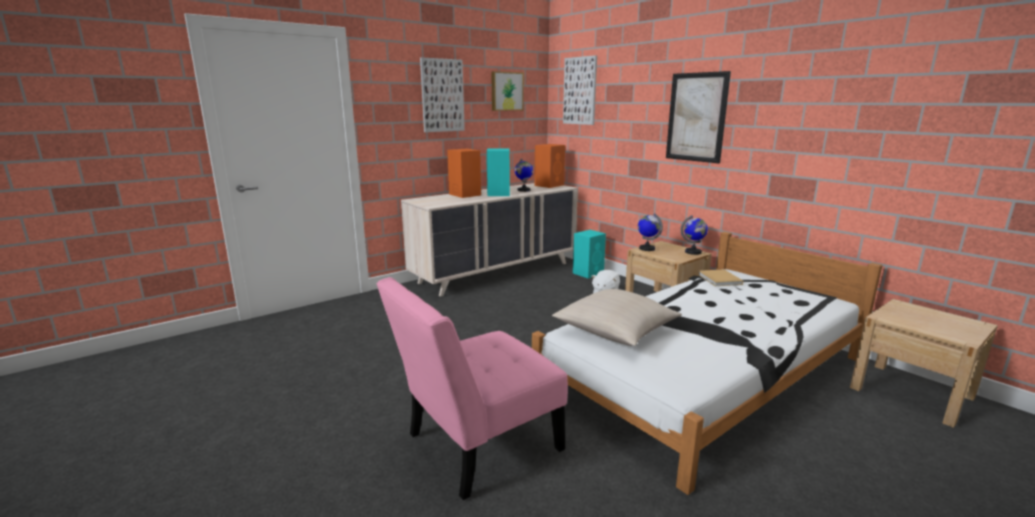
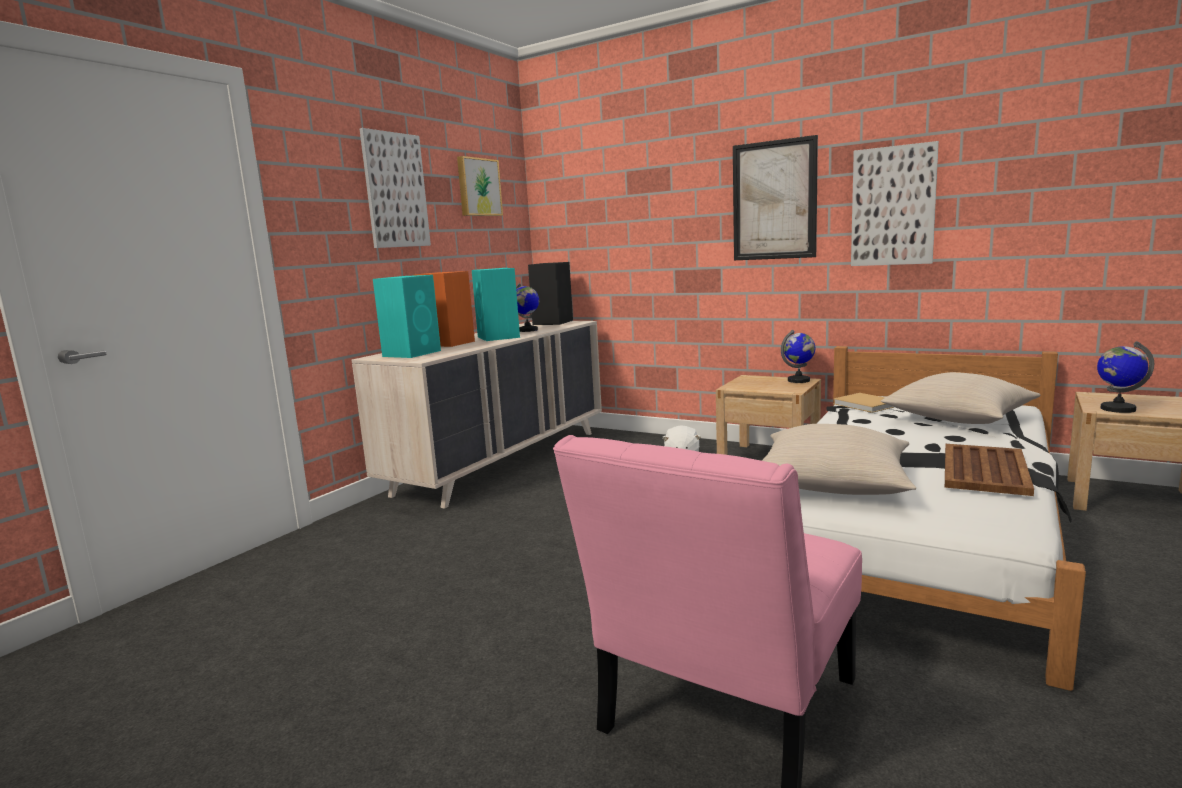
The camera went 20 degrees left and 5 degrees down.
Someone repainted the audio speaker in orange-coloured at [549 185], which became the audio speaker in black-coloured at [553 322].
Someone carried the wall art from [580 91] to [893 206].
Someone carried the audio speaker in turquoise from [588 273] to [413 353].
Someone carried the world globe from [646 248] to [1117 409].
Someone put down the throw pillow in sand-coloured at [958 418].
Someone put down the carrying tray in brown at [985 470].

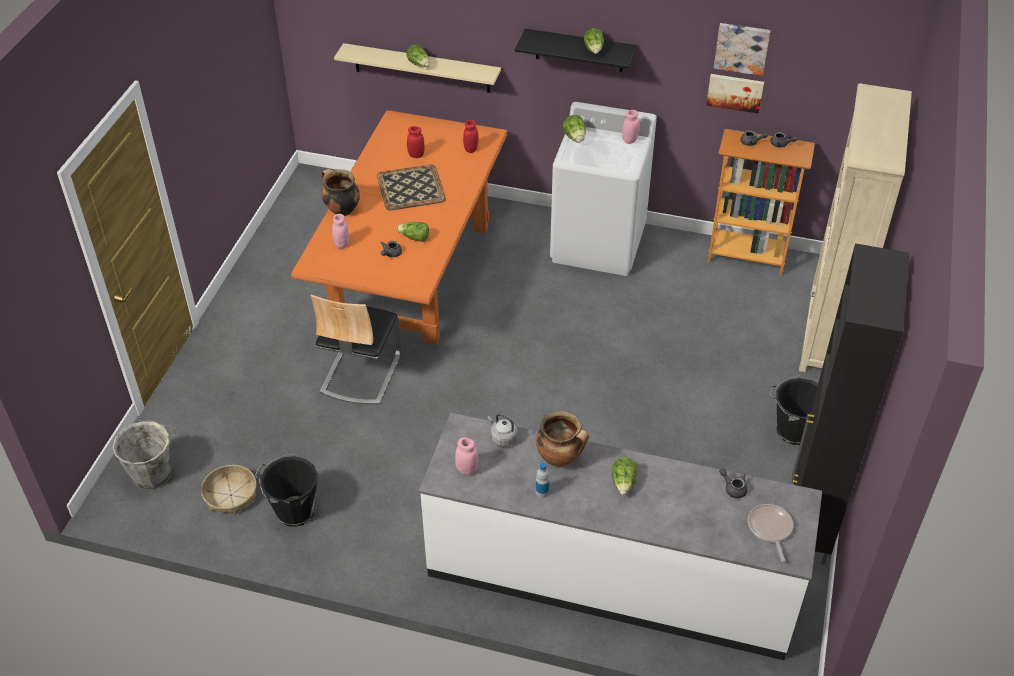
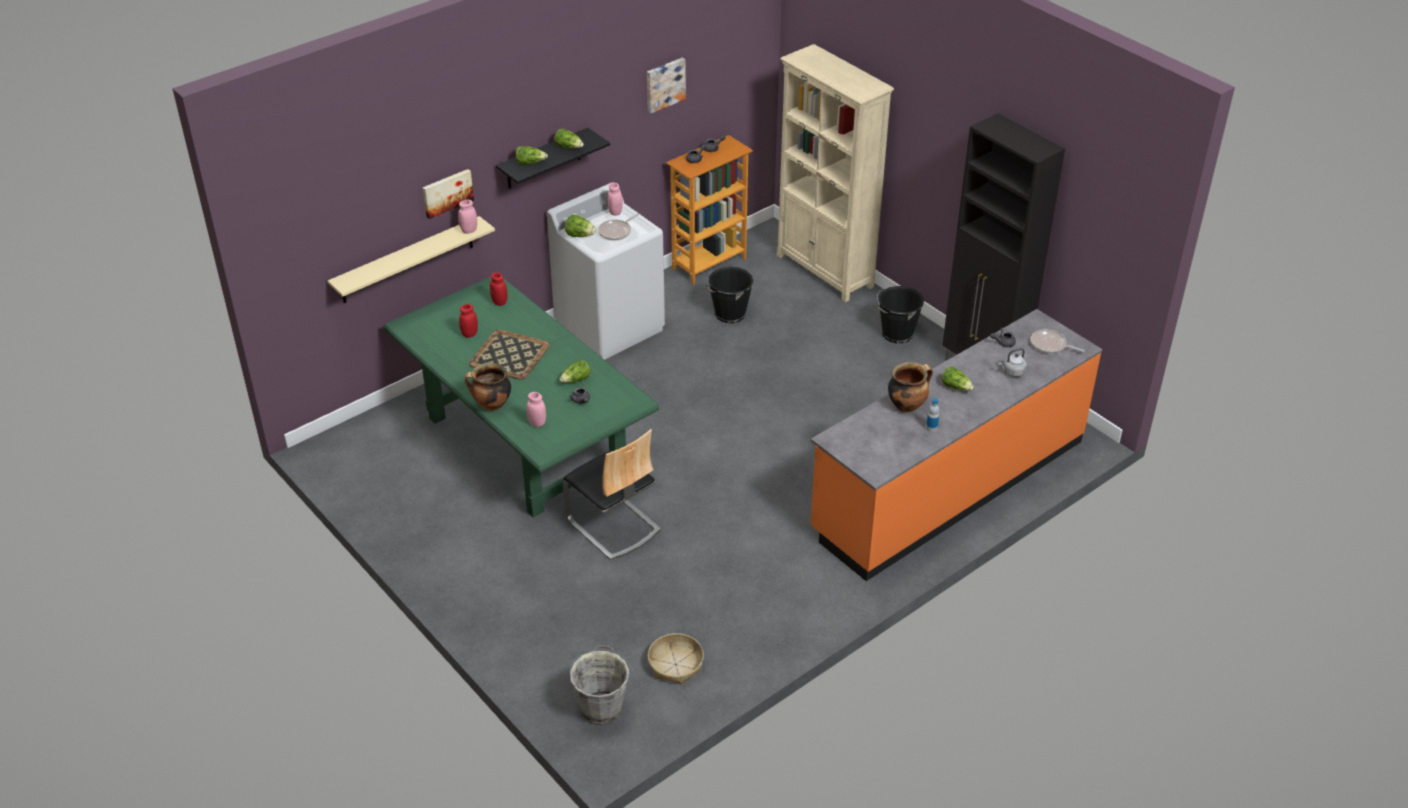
The camera went 55 degrees left and 5 degrees down.
Someone carried the bucket in black-coloured from [293 510] to [729 314].
Someone repainted the kitchen table in orange-coloured at [412 274], which became the kitchen table in green-coloured at [527 442].
Someone carried the lettuce from [419 64] to [530 163].
Someone repainted the kitchen base unit in white at [611 577], which became the kitchen base unit in orange-coloured at [948 486].
Someone carried the storage jar in pink from [467 469] to [469 230].
Someone carried the kettle in gray from [502 438] to [1012 372].
Someone carried the wall art from [735 92] to [447 192].
Someone put down the frying pan at [616 231].

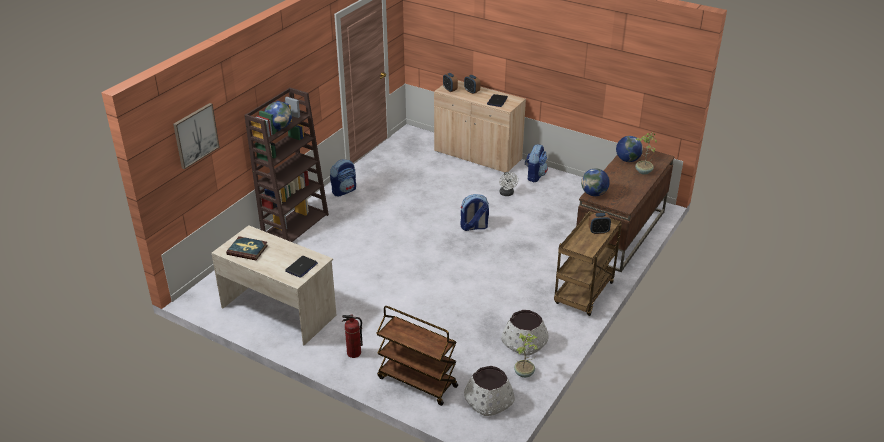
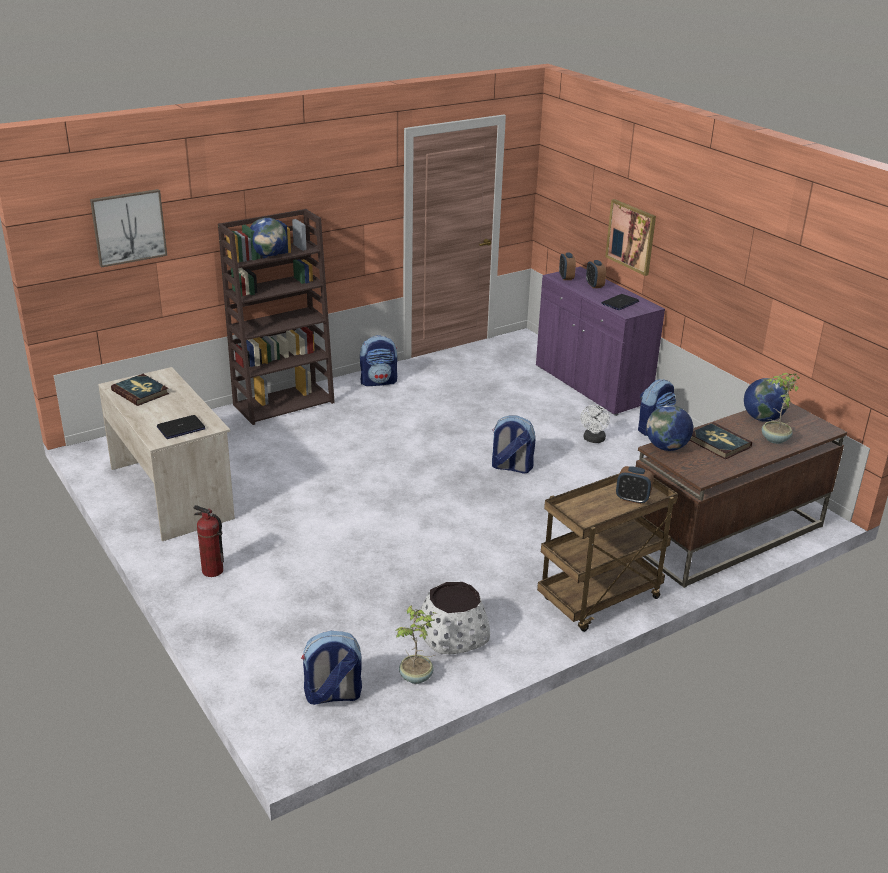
The camera went 25 degrees right and 5 degrees down.
Someone took away the wheeled cart in brown at [416 382].
Someone repainted the cupboard in sand-coloured at [477 155], which became the cupboard in purplish at [591 385].
Someone swapped the flower pot in white at [489 400] for the backpack at [332 695].
Someone put up the wall art at [631 236].
Someone put down the bound book at [718 443].

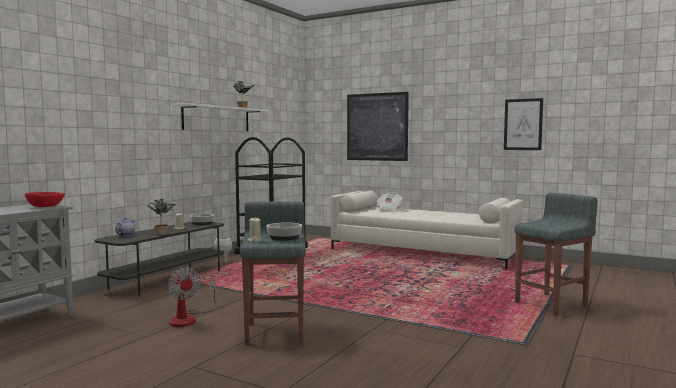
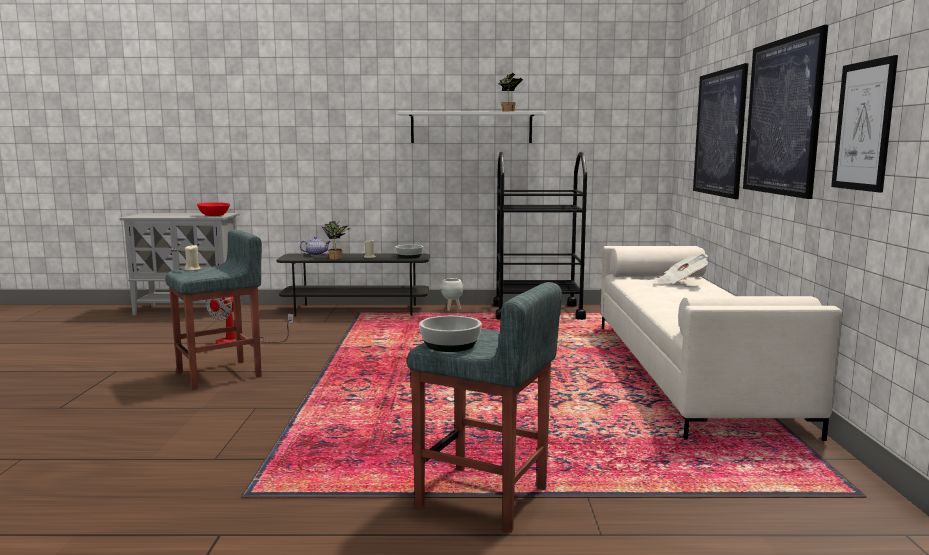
The camera went 60 degrees right and 5 degrees up.
Someone carried the bowl from [284 238] to [451 345].
Someone put up the wall art at [782 117].

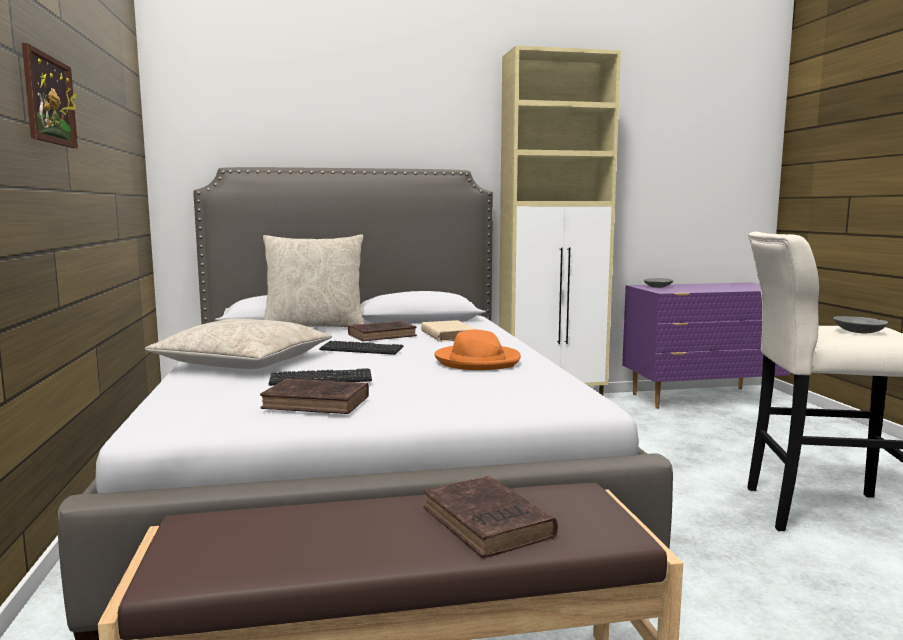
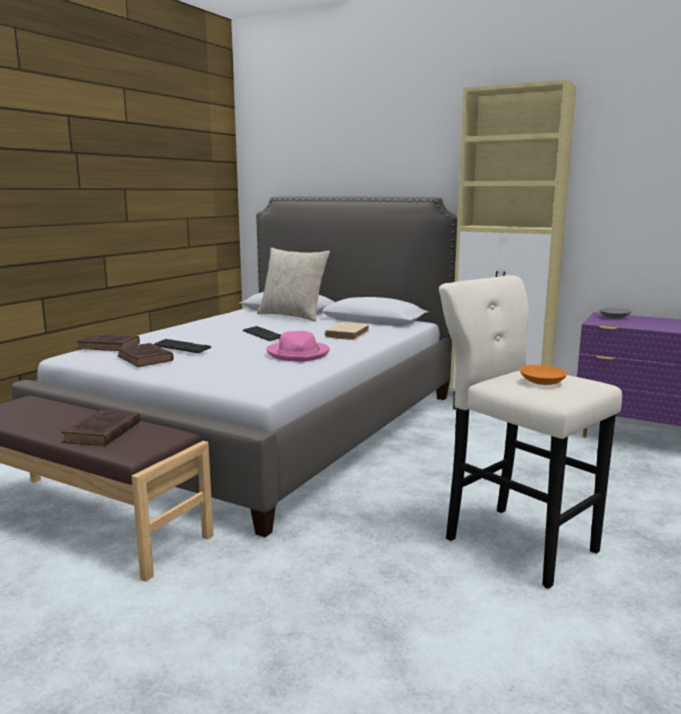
The camera went 40 degrees right and 5 degrees up.
Someone took away the wall art at [49 100].
Someone took away the throw pillow in sand-coloured at [244 362].
Someone carried the bound book in brown from [384 335] to [110 346].
Someone repainted the hat in orange-coloured at [477 361], which became the hat in pink at [298 354].
Someone repainted the bowl in gray at [859 332], which became the bowl in orange-coloured at [542 382].

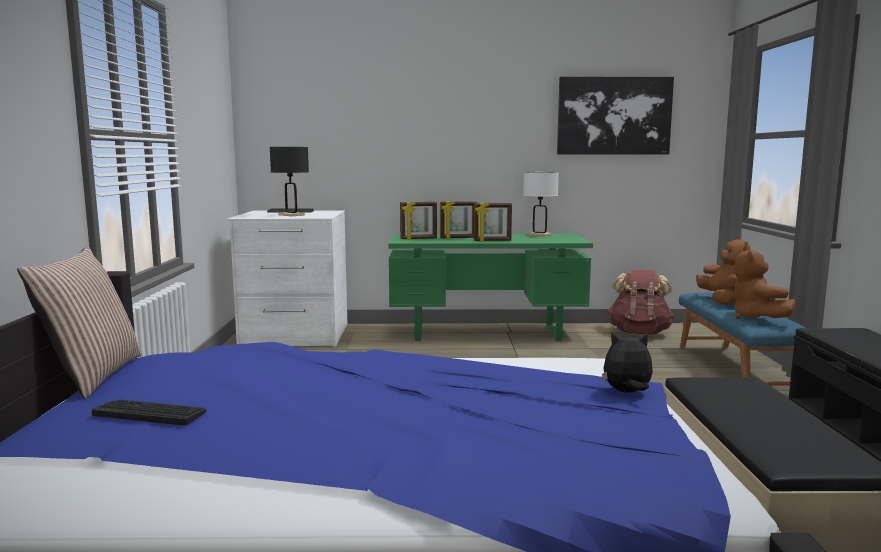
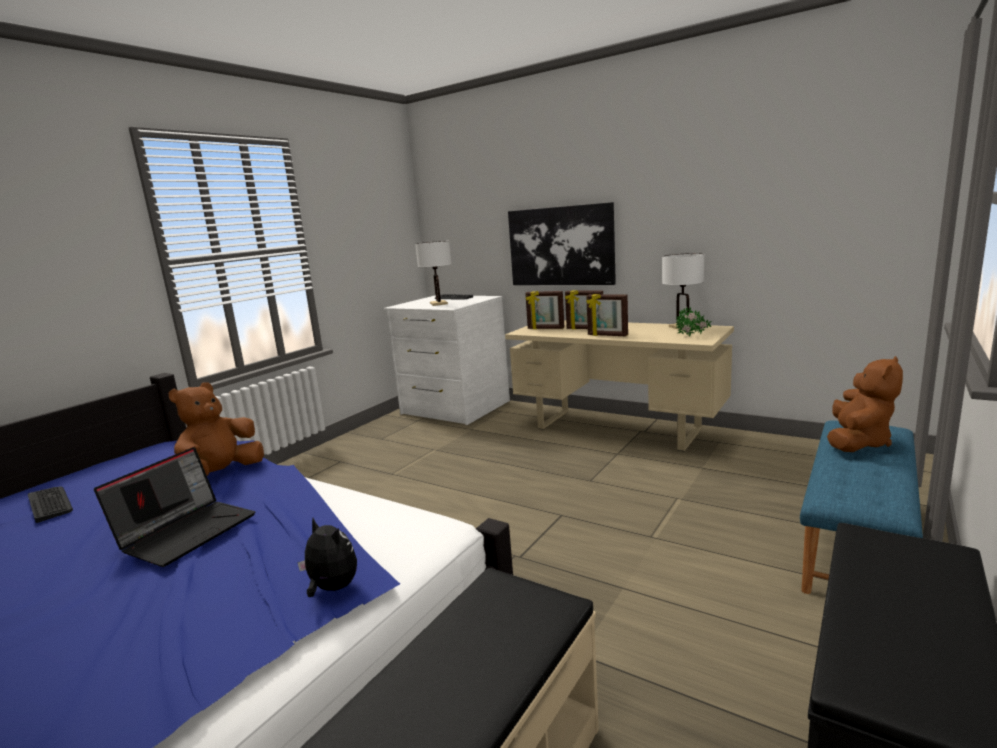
The camera went 35 degrees right and 5 degrees up.
Someone took away the throw pillow at [92 375].
Someone repainted the table lamp in black-coloured at [291 215], which became the table lamp in white at [438 303].
Someone repainted the desk unit in green-coloured at [486 333], which became the desk unit in sand-coloured at [618 429].
Someone carried the wall art from [614 116] to [561 246].
Someone took away the backpack in brown at [639 333].
Someone carried the plush toy in brown from [756 318] to [221 475].
Someone put down the laptop at [187 531].
Someone put down the plant in a pot at [693 336].

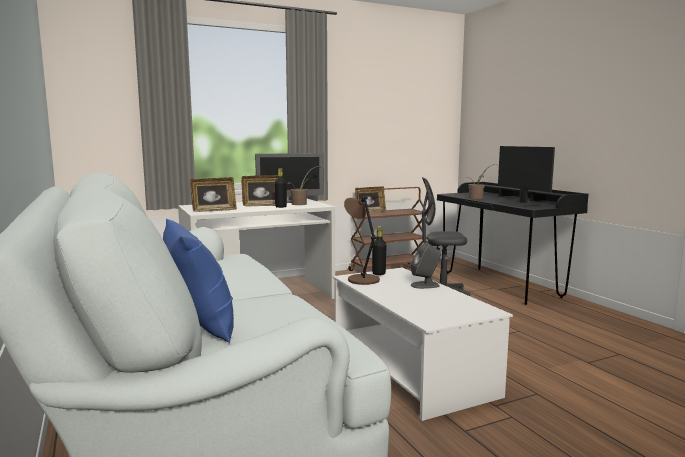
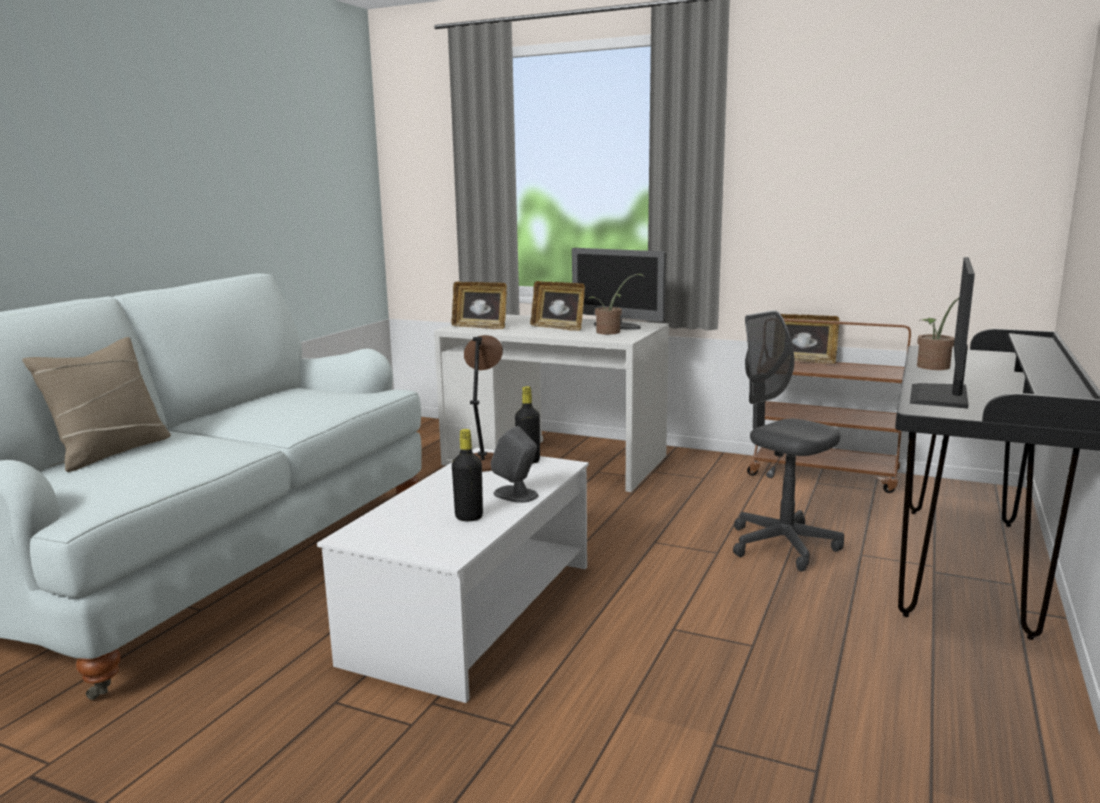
The camera went 50 degrees right and 5 degrees up.
Someone repainted the throw pillow in blue-coloured at [201 325], which became the throw pillow in sand-coloured at [111 452].
Someone carried the bottle in black-coloured from [281 207] to [469 517].

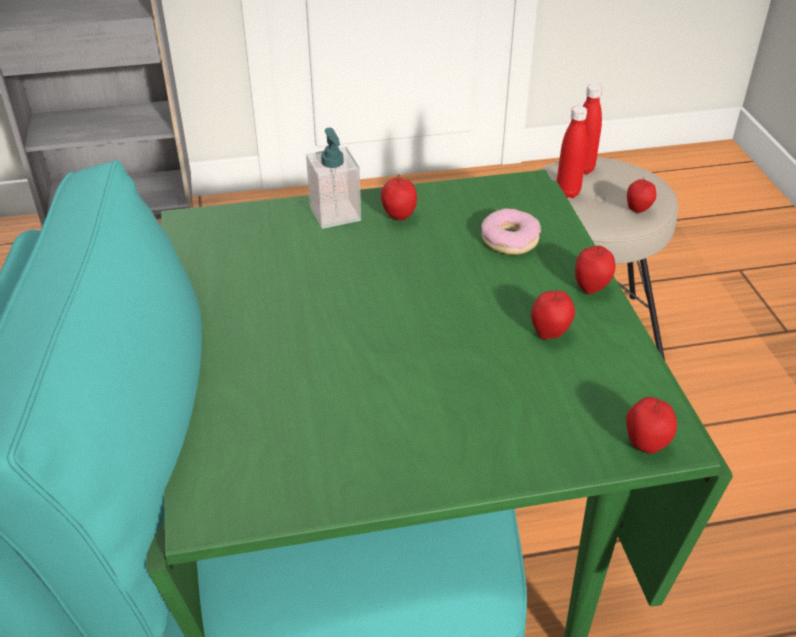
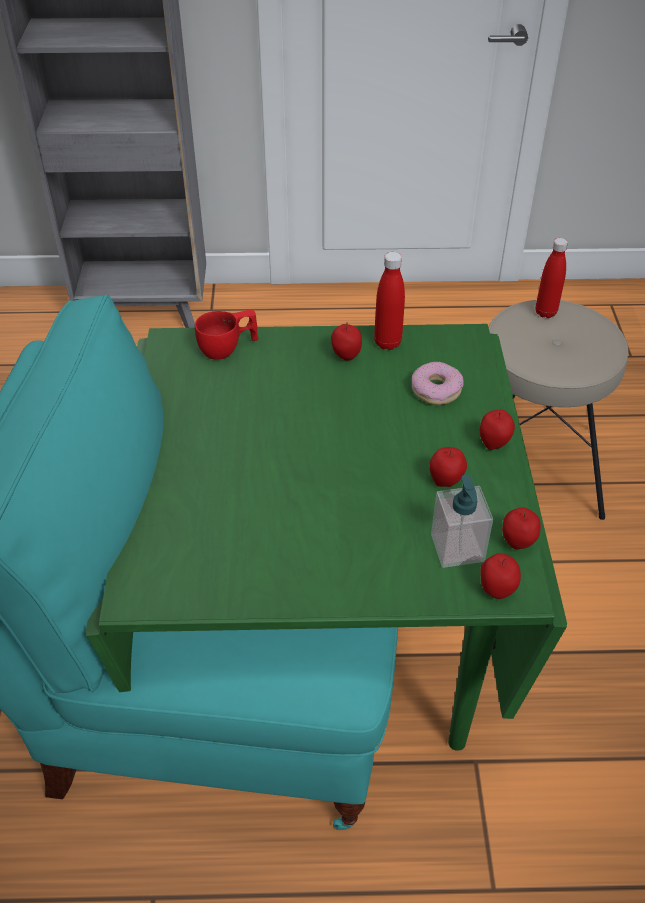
The camera went 10 degrees right and 5 degrees up.
Someone carried the soap bottle from [335 214] to [457 548].
Someone carried the bottle in reddish from [567 193] to [387 343].
Someone carried the apple from [638 210] to [517 543].
Someone put down the drinking cup in reddish at [228 348].

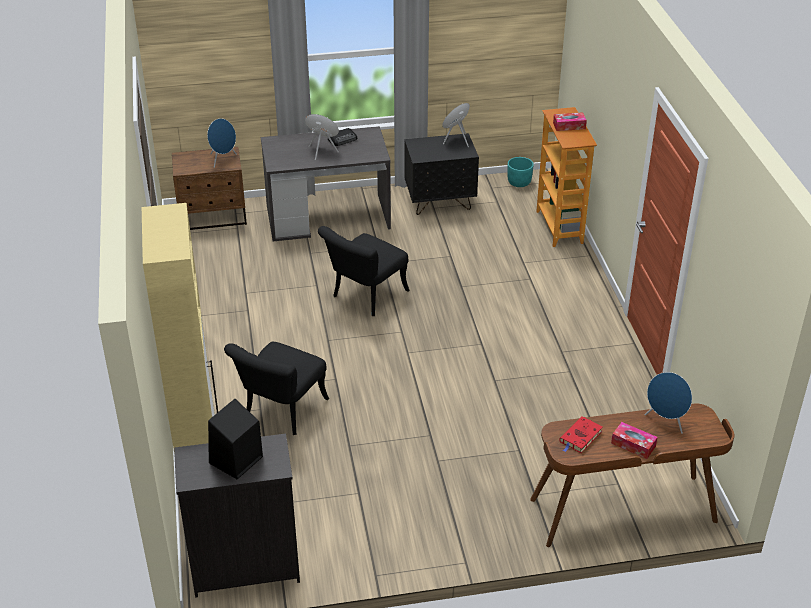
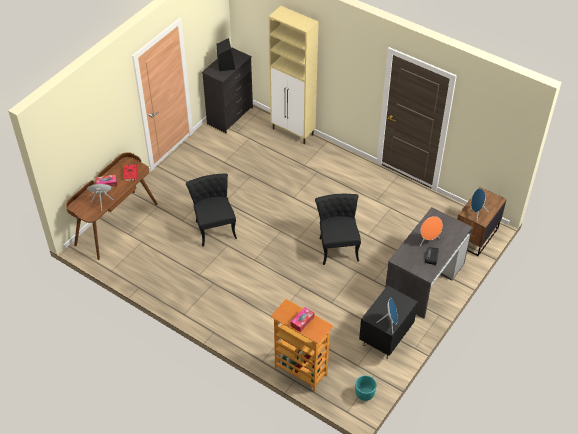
The camera went 135 degrees right and 10 degrees up.
Someone carried the plain chair in black-coloured from [281 413] to [214 226].

